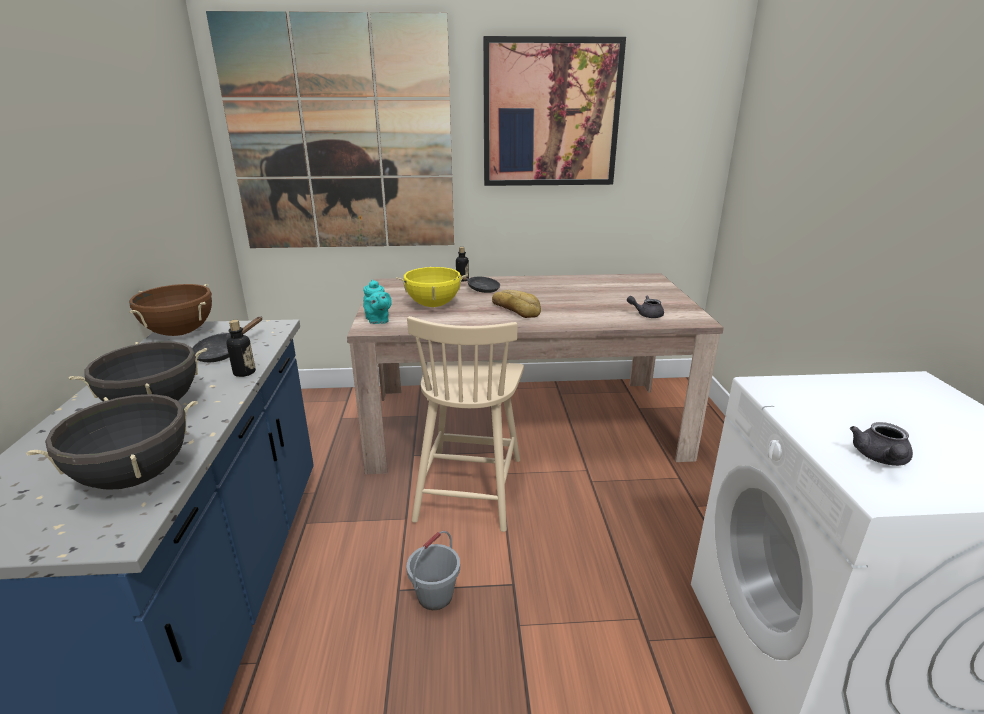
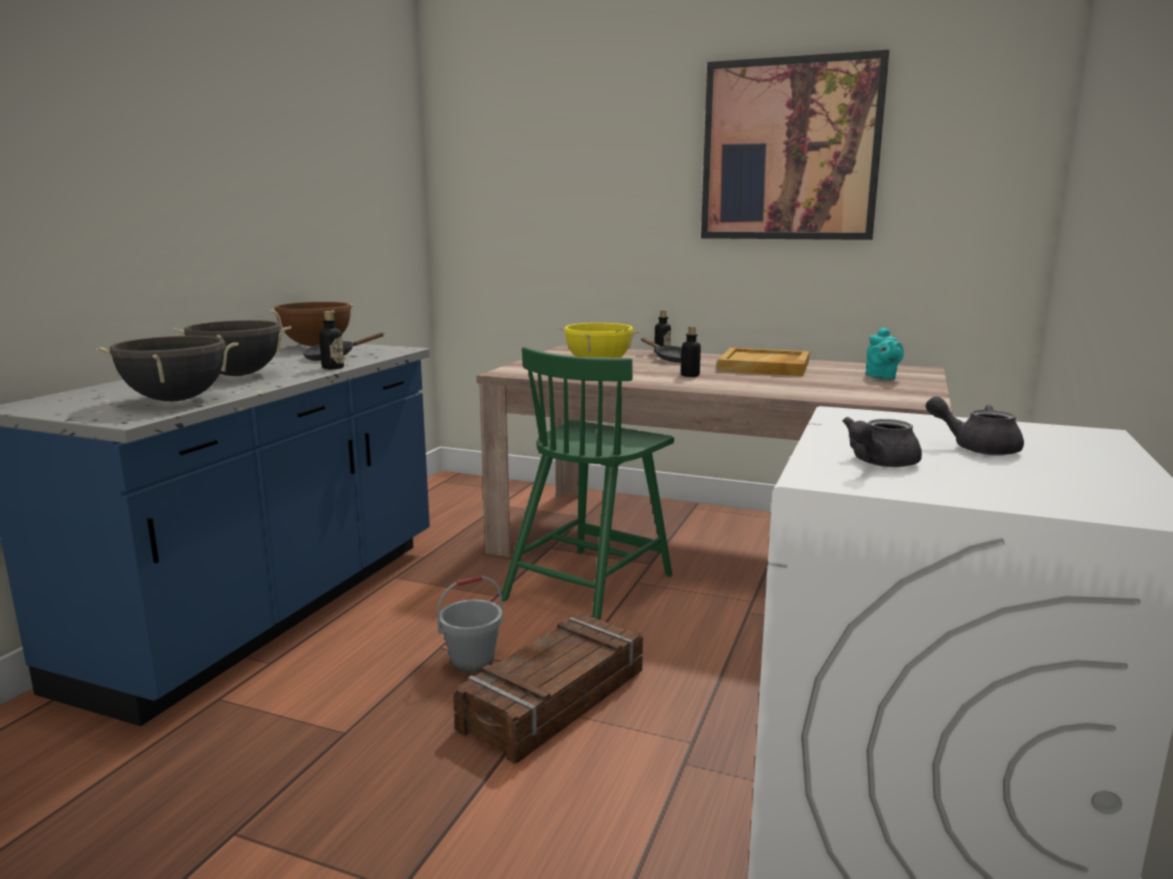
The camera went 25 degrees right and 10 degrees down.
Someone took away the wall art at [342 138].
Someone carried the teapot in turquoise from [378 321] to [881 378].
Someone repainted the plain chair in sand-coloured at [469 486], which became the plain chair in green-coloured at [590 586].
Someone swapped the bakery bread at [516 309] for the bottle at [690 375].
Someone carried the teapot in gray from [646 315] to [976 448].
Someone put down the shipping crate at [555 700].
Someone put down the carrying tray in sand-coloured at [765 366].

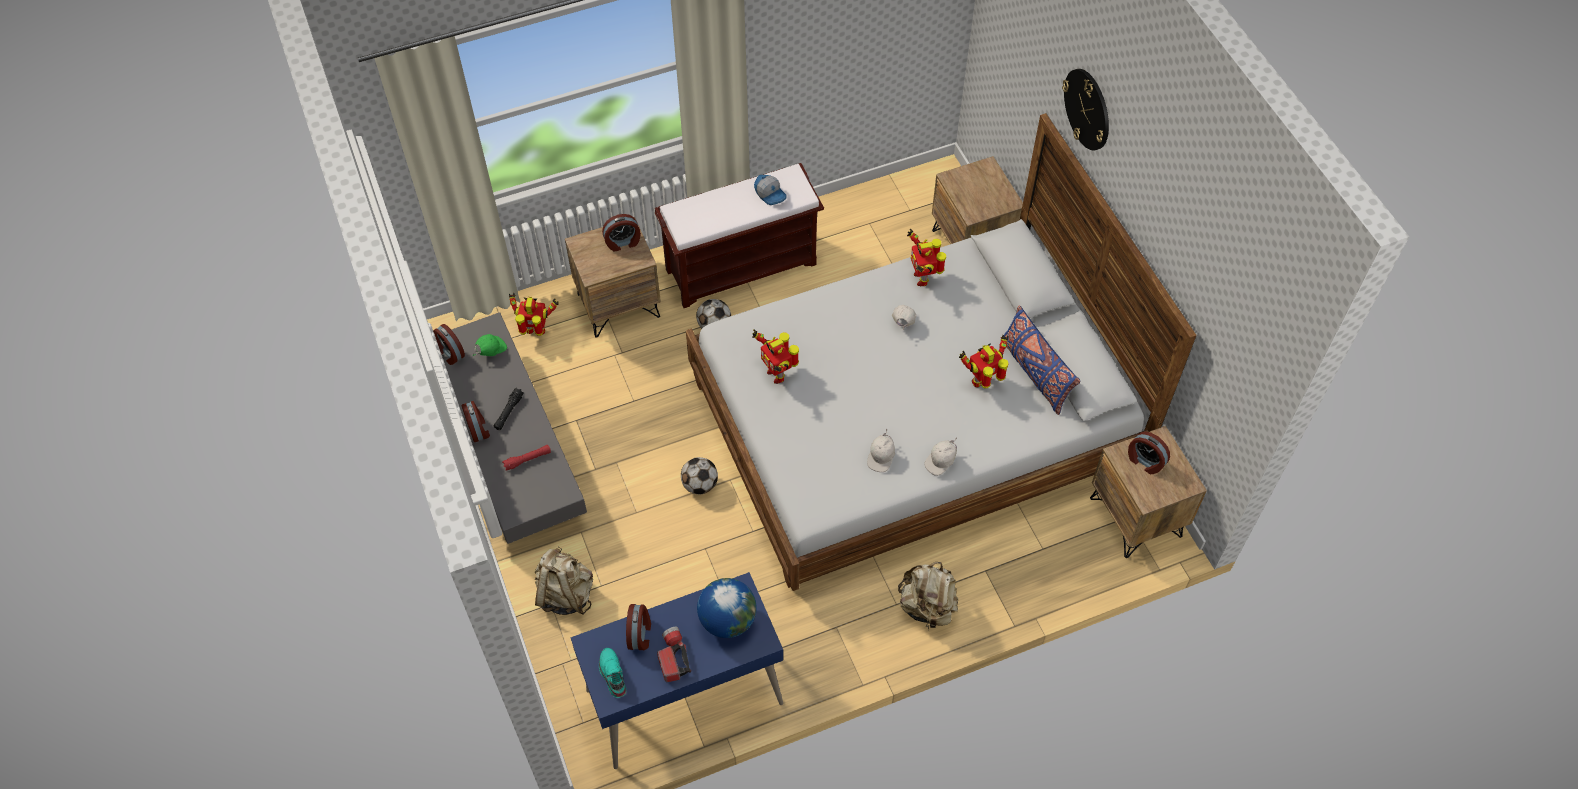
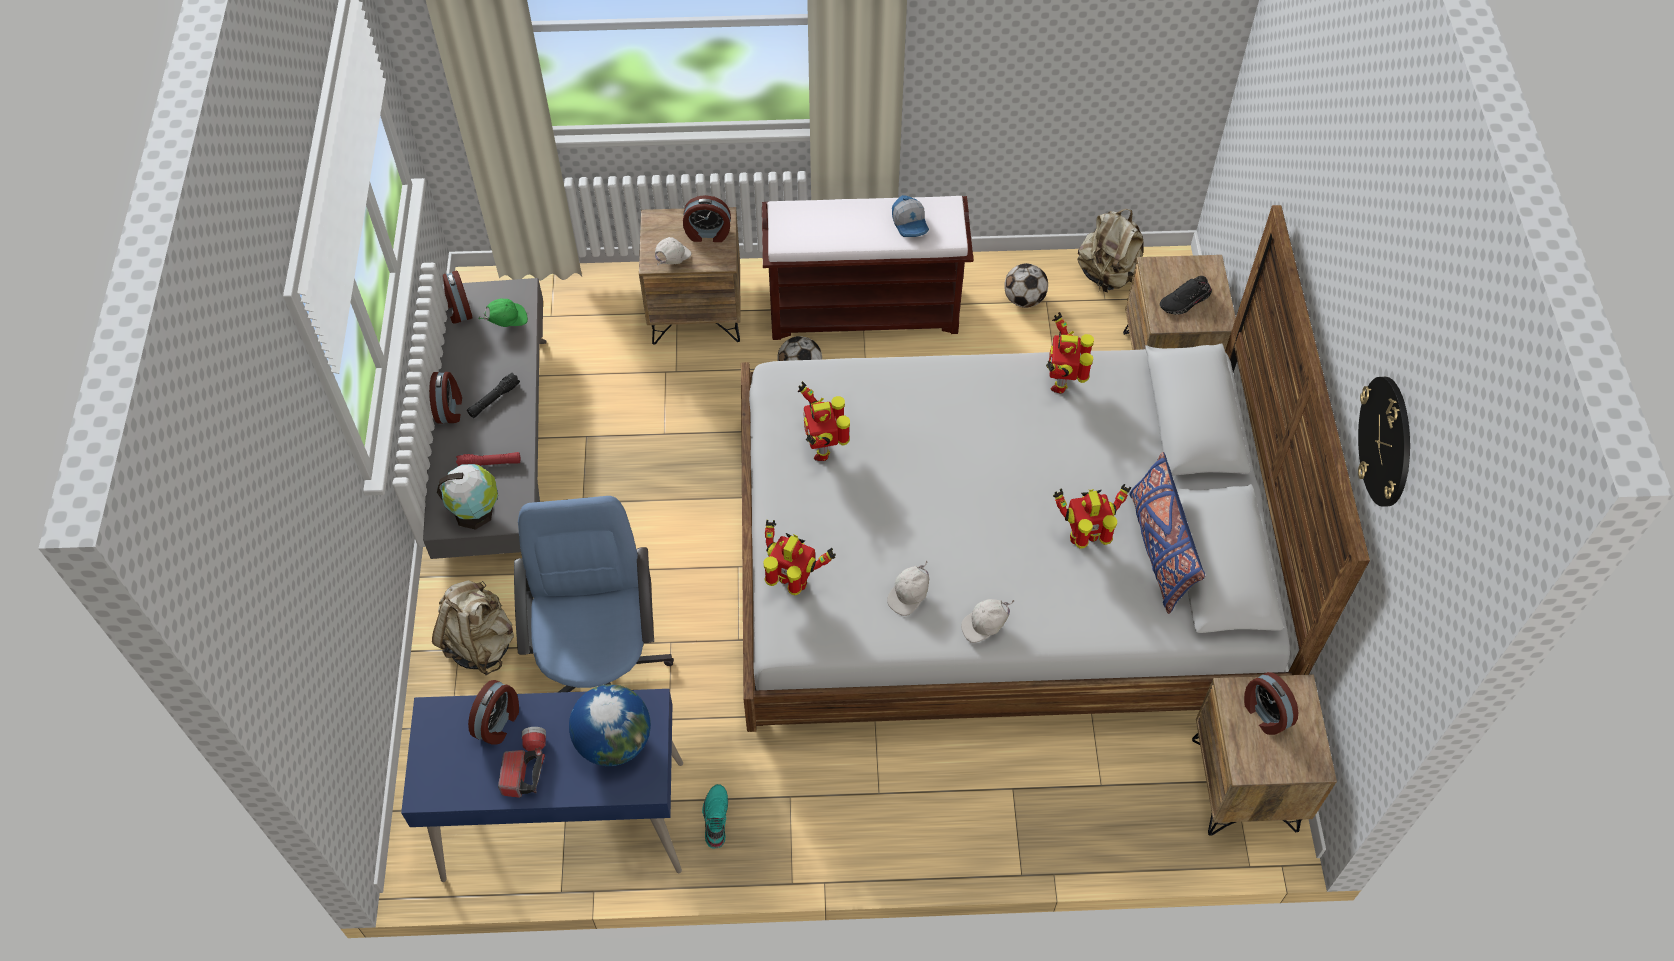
The camera went 20 degrees right and 0 degrees up.
Someone carried the robot figure from [536 332] to [793 584].
Someone carried the item of footwear in turquoise from [612 675] to [715 818].
Someone carried the football ball from [700 485] to [1024 299].
Someone carried the peaked cap in white from [903 321] to [672 259].
Someone carried the backpack in sand-coloured from [927 607] to [1107 275].
Someone carried the hanging clock from [1087 109] to [1386 441].
Someone put down the world globe at [476 512].
Someone put down the desk chair in blue-coloured at [601 668].
Someone put down the item of footwear in black-coloured at [1185 302].

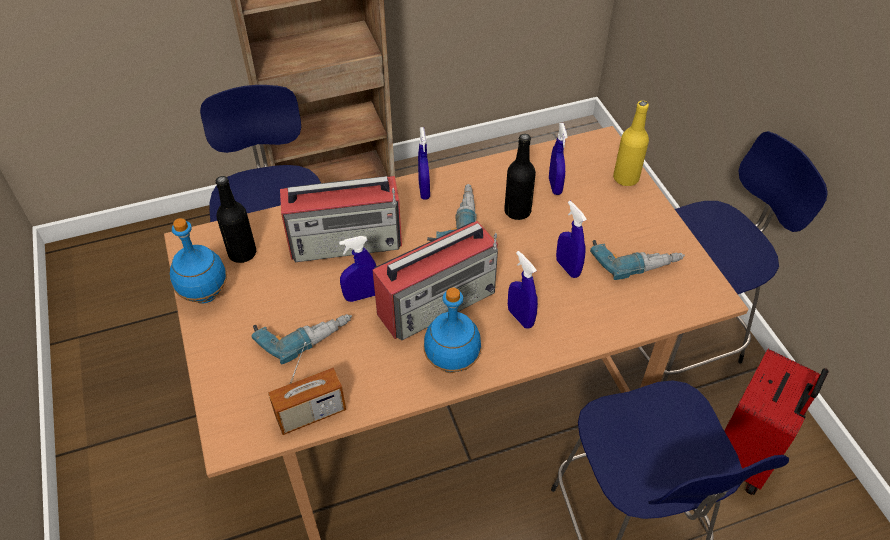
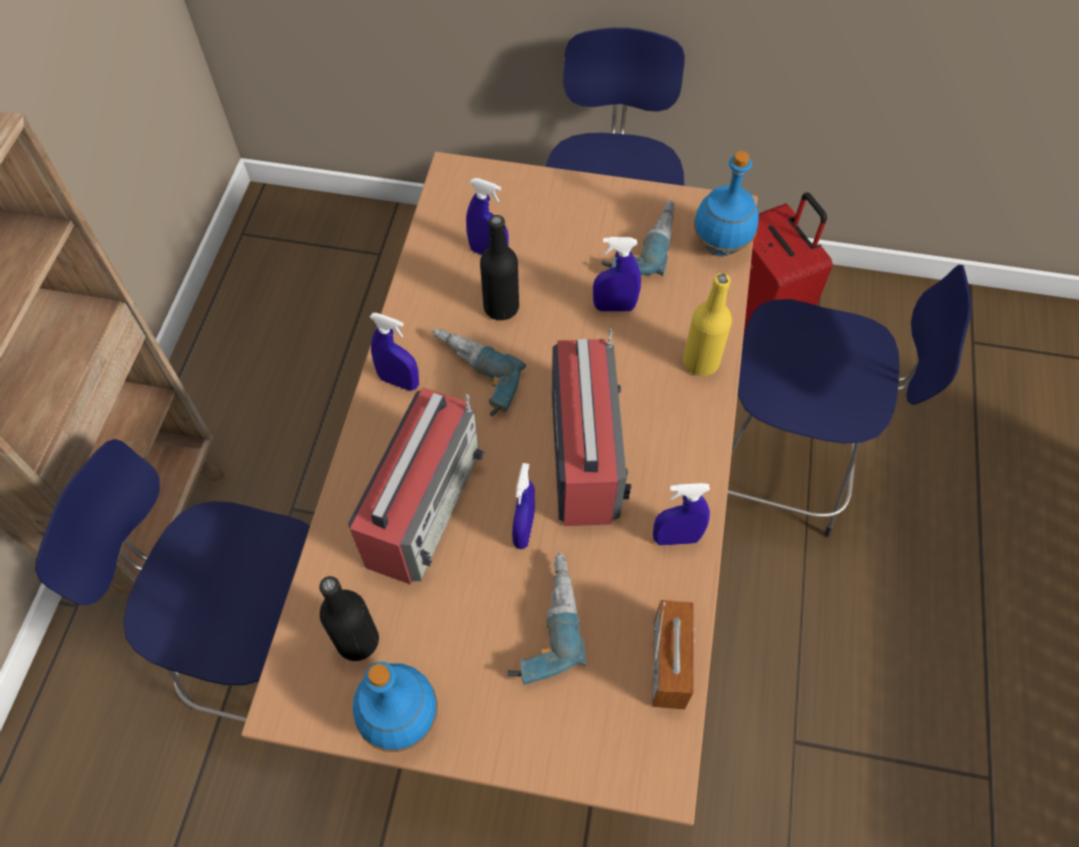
The camera went 60 degrees left and 10 degrees up.
Someone carried the bottle in blue-coloured from [452 361] to [720 245].
Someone carried the spray bottle in blue-coloured from [520 317] to [676 538].
Someone carried the bottle in yellow-coloured from [625 178] to [701 362].

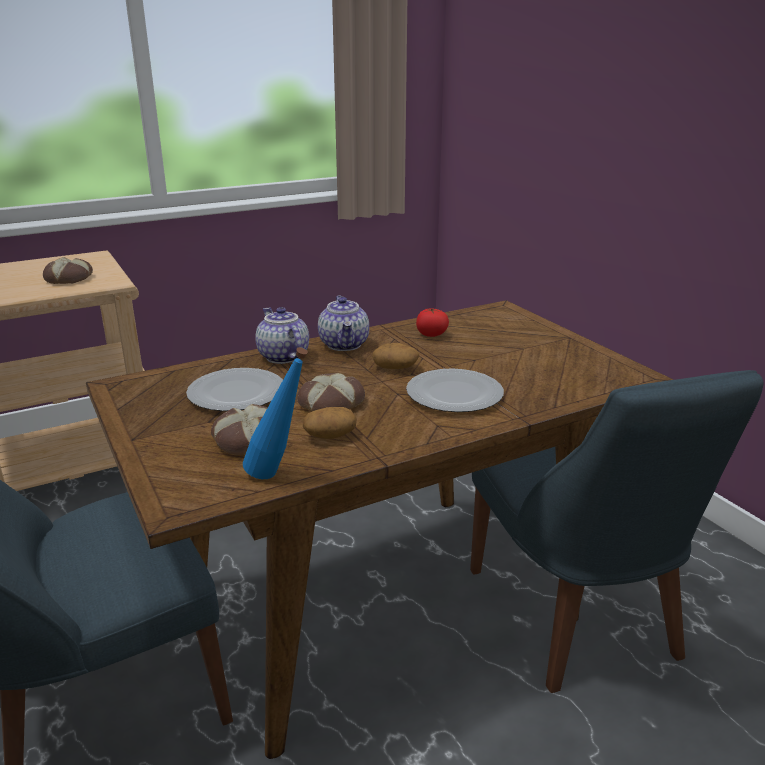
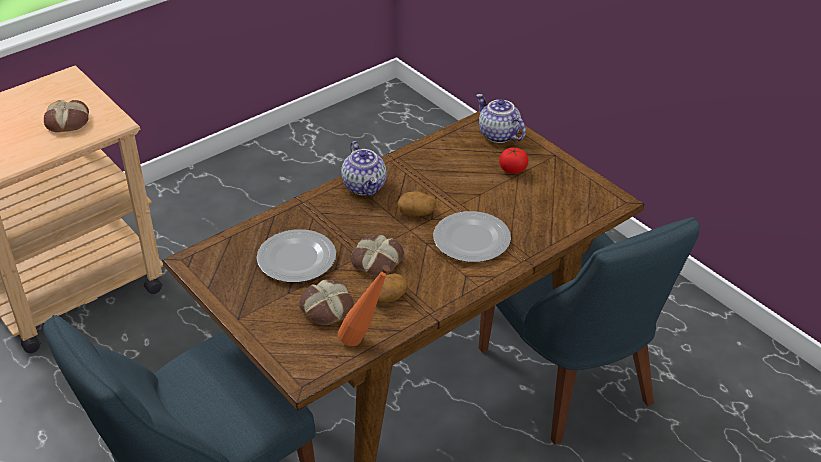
The camera went 10 degrees left and 15 degrees up.
Someone repainted the bottle in blue-coloured at [279 476], which became the bottle in orange-coloured at [364 341].
Someone carried the teapot from [282 357] to [497 135].
Someone carried the whole tomato from [431 334] to [513 170].

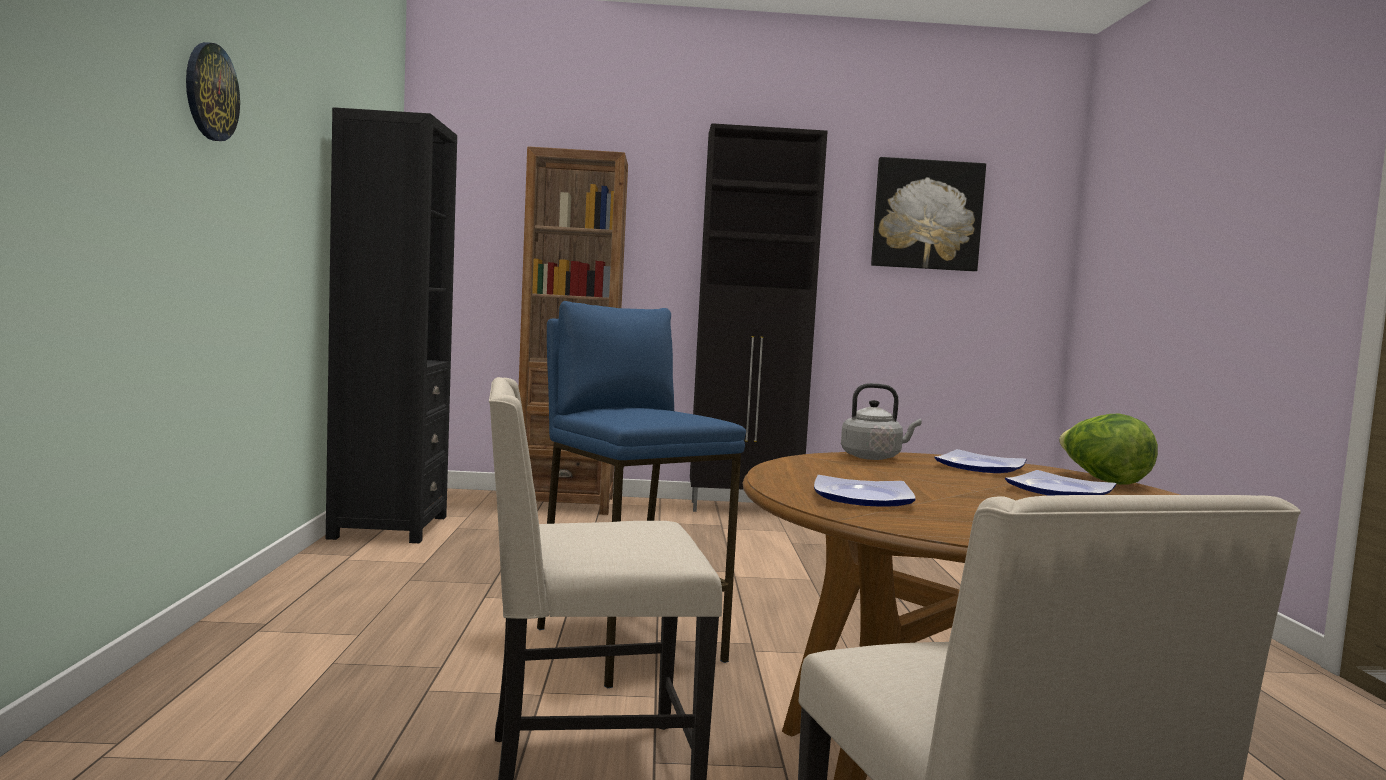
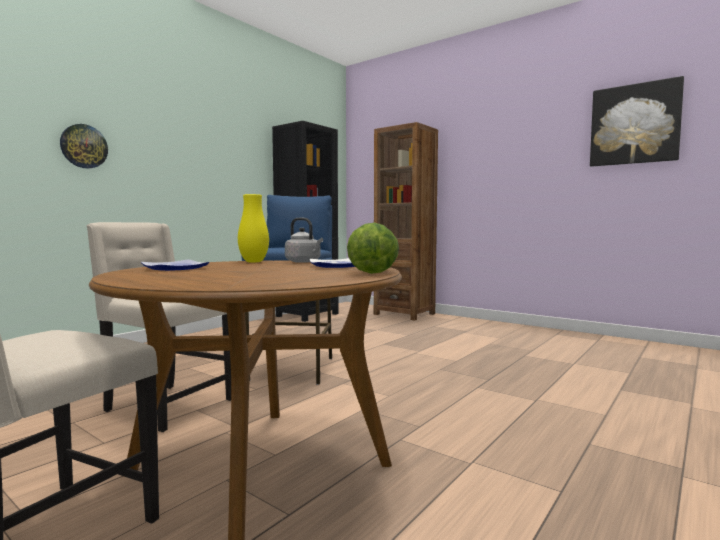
The camera went 40 degrees right and 0 degrees up.
Someone carried the hanging clock from [210 92] to [84 146].
Someone took away the cupboard in black-coloured at [745 509].
Someone took away the dinner plate at [1057 491].
Someone put down the flower vase in yellow-coloured at [254 262].

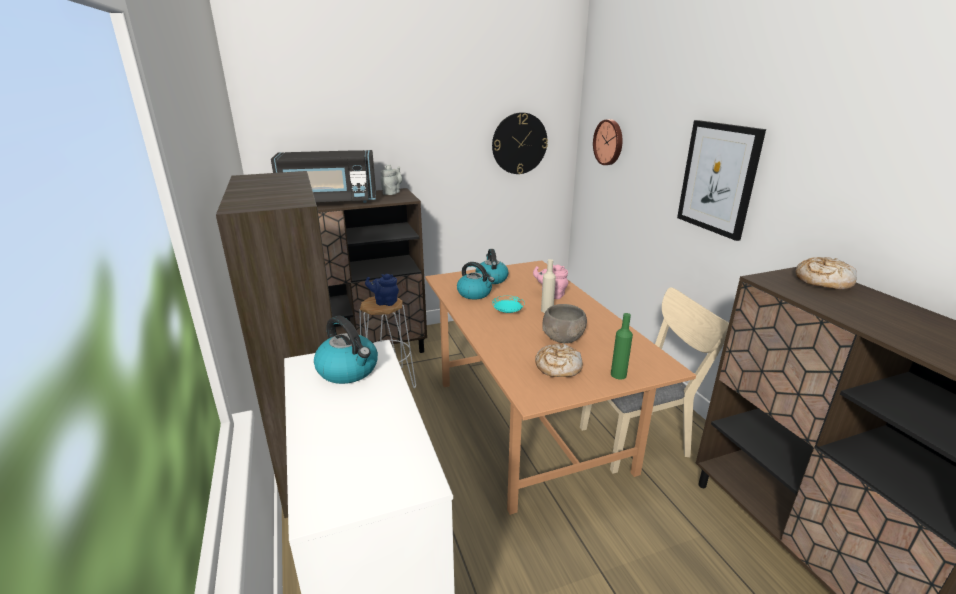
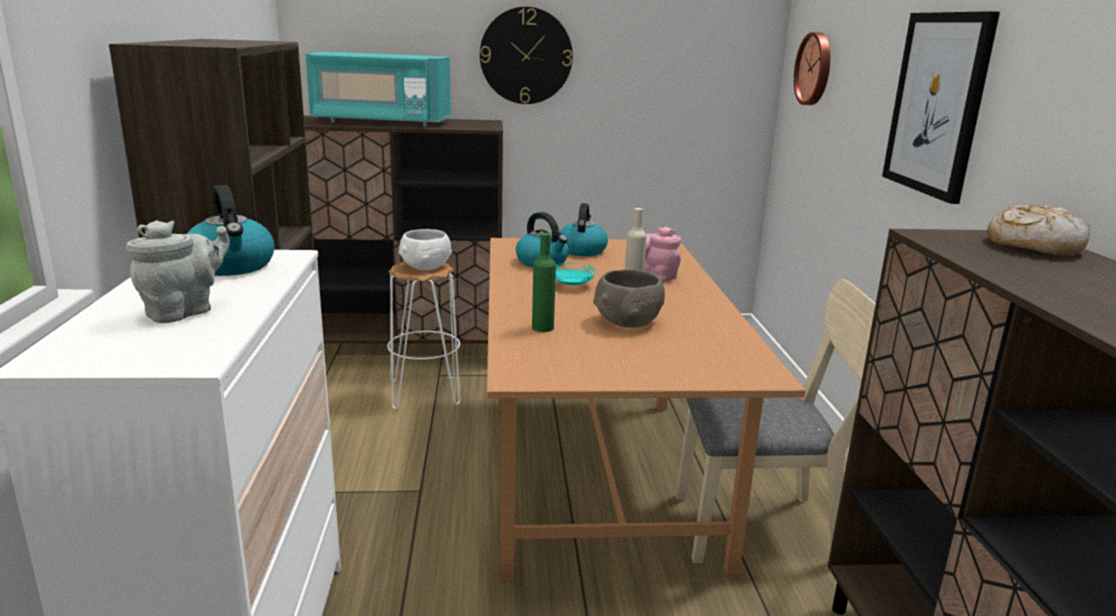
The camera went 15 degrees right and 5 degrees down.
Someone repainted the microwave in black-coloured at [329 201], which became the microwave in turquoise at [380 122].
Someone swapped the teapot in blue-coloured at [384 302] for the bowl in white at [426 267].
Someone carried the teapot in gray from [392 193] to [184 312].
Someone carried the hanging clock from [519 143] to [526 56].
Someone took away the bakery bread at [557 367].
Someone carried the bottle in green-coloured from [618 375] to [542 328].

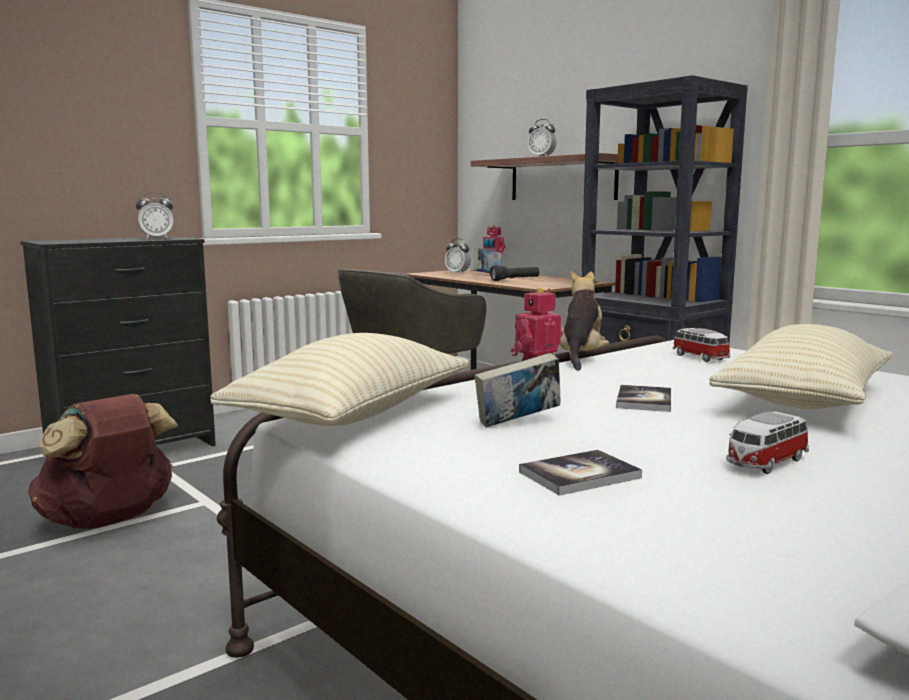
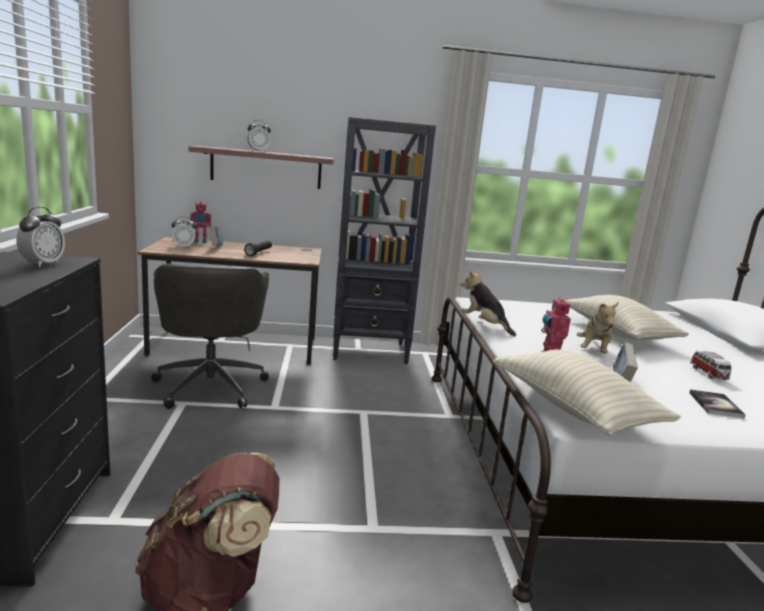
The camera went 55 degrees left and 5 degrees up.
Someone swapped the bound book at [644 400] for the plush toy at [593 351].
Someone took away the miniature car at [699 357].

